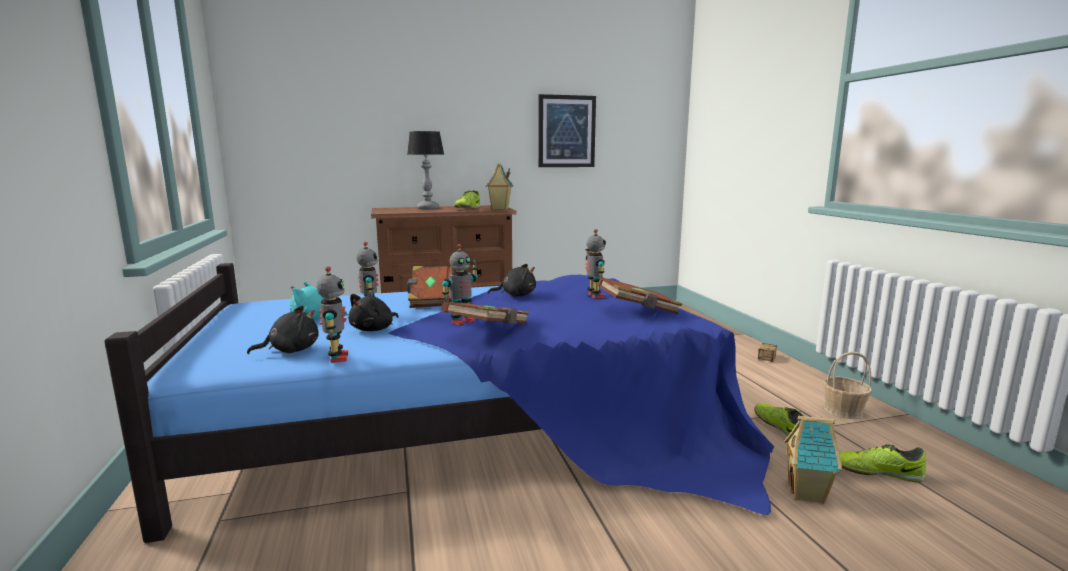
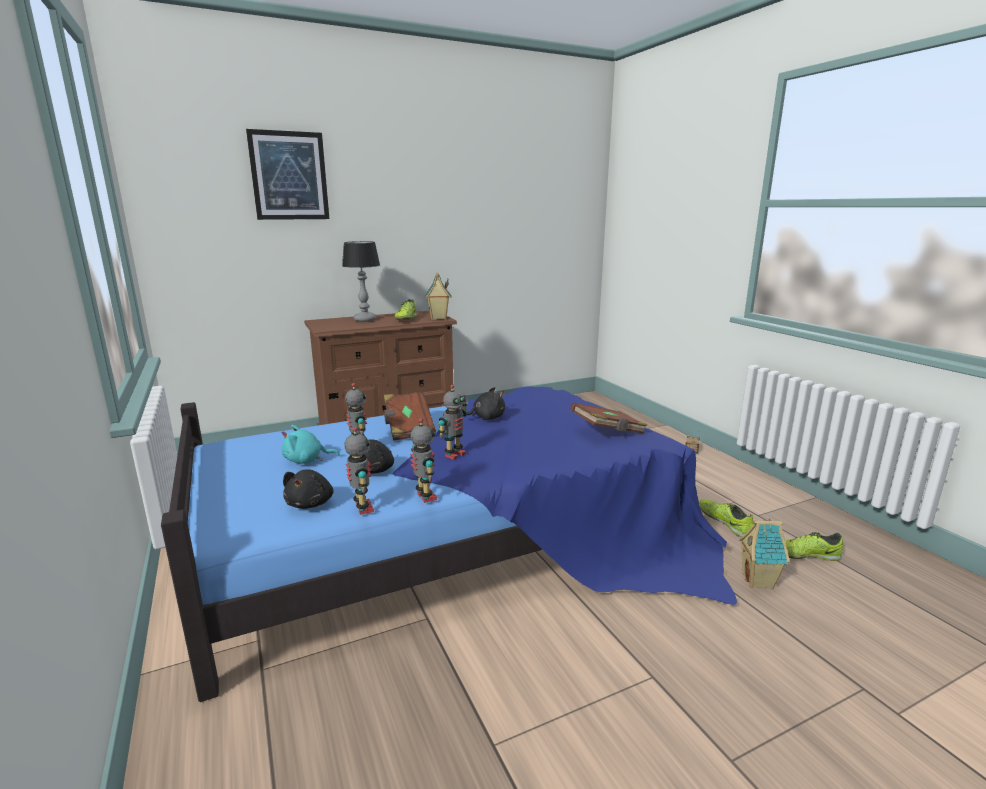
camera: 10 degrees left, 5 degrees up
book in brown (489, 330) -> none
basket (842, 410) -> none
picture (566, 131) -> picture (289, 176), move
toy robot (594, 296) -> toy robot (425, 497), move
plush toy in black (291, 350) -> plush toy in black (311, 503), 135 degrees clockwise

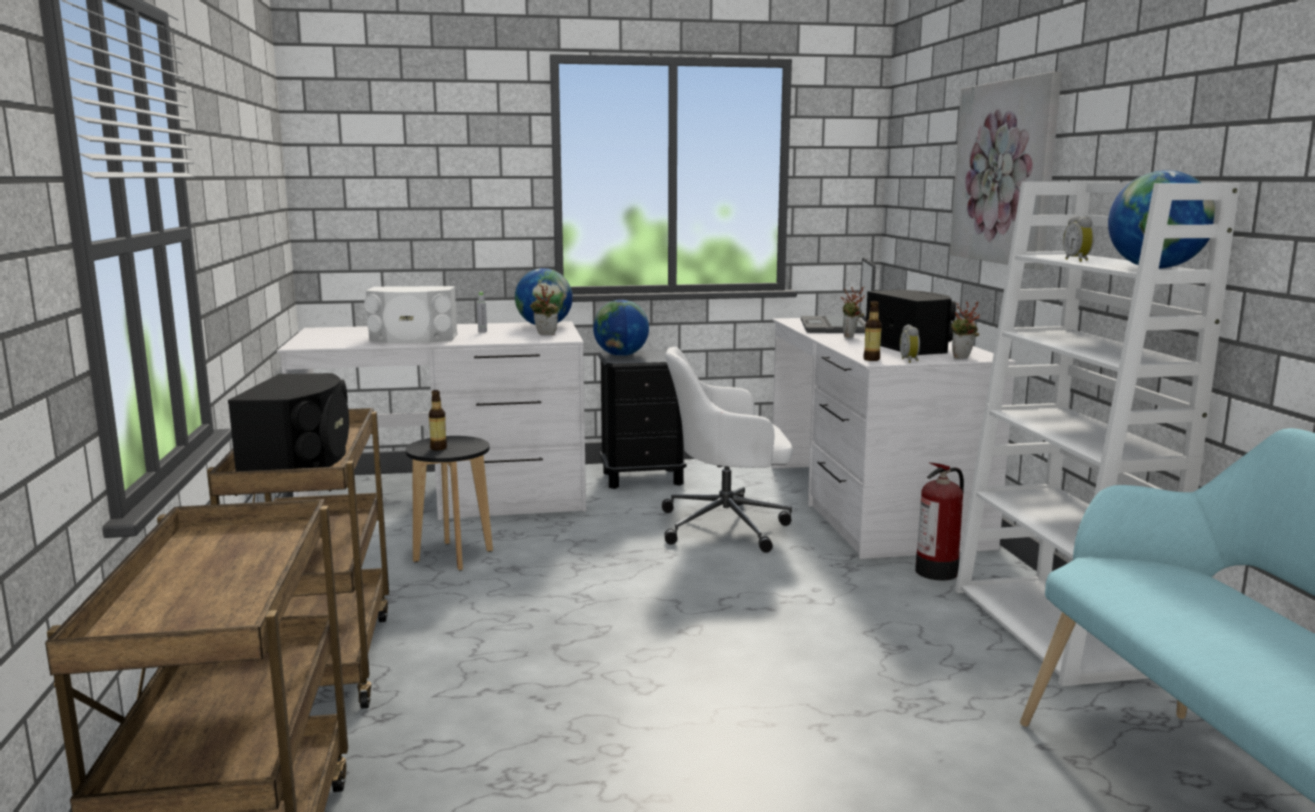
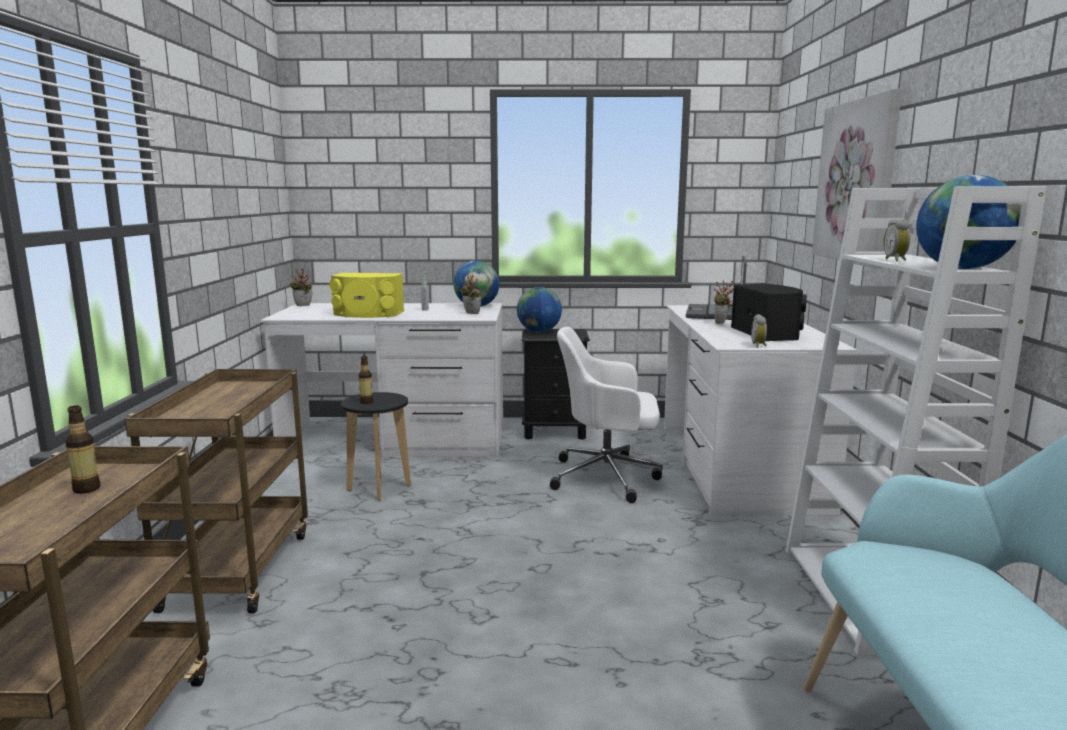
camera: 10 degrees right, 0 degrees up
speaker in black (300, 459) -> none
fire extinguisher (938, 571) -> none
bottle (871, 359) -> bottle (86, 489), move
potted plant (962, 358) -> potted plant (302, 306), move
speaker in white (413, 338) -> speaker in yellow (367, 314)

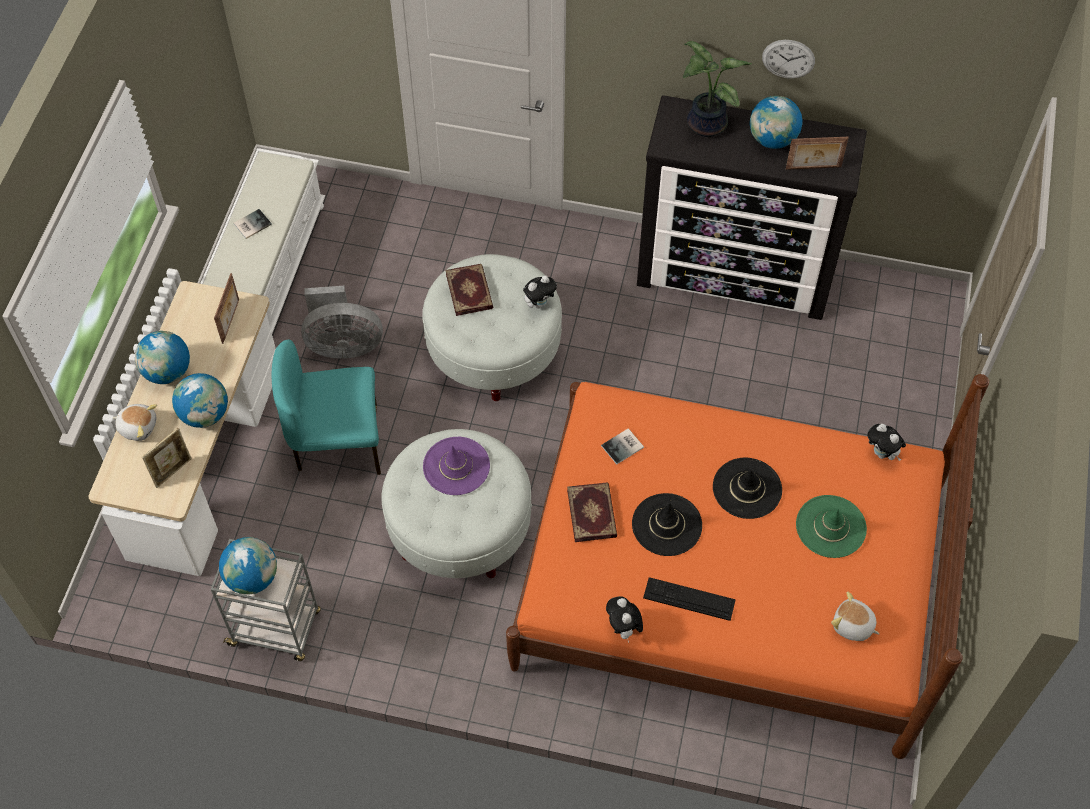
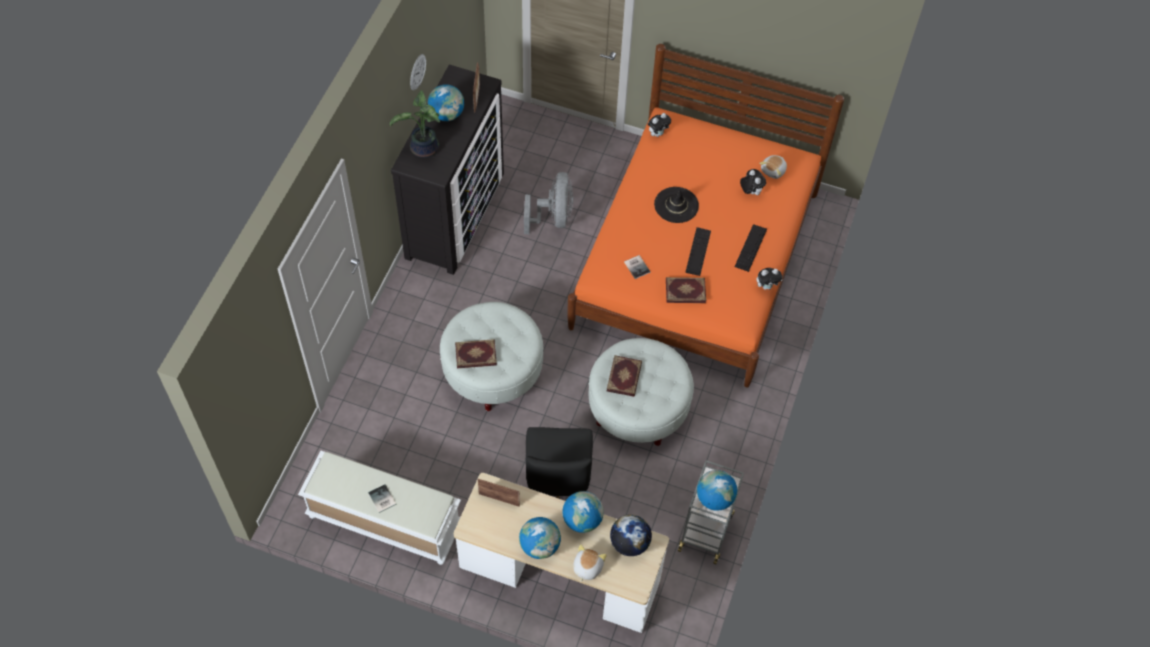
camera: 85 degrees left, 0 degrees up
hat in green (831, 526) -> none
fan in grey (343, 344) -> fan in grey (553, 218), move
plush toy (539, 303) -> plush toy (750, 191), move
picture frame (172, 471) -> globe (629, 543)
hat in purple (456, 466) -> book (624, 377)
hat in black (666, 525) -> keyboard (698, 251)
chair in turquoise (337, 442) -> chair in black (557, 481)

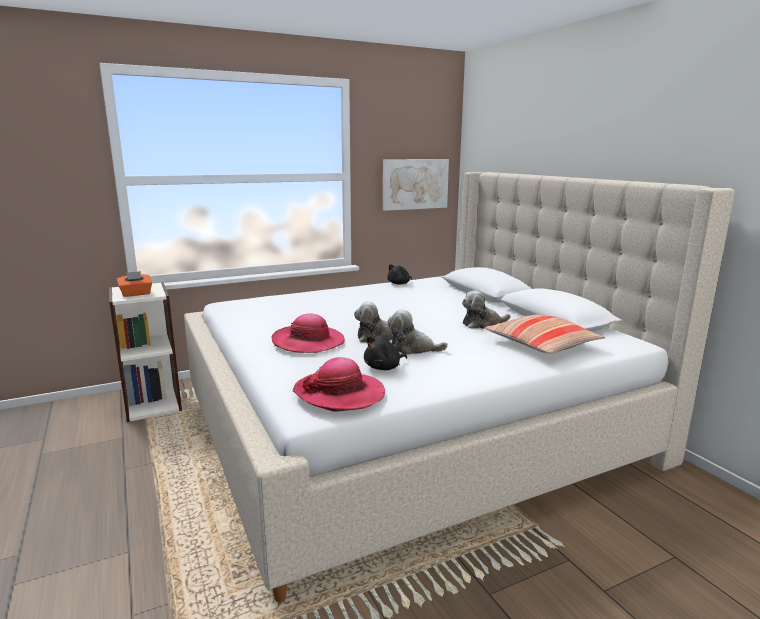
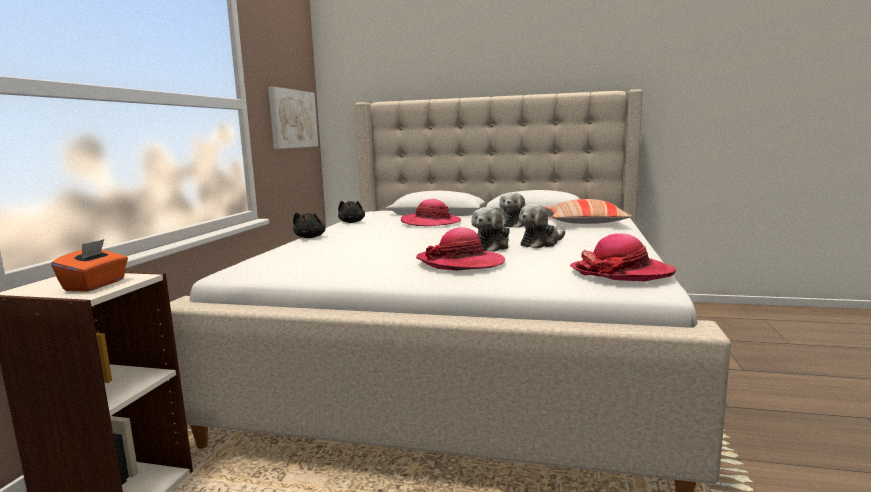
camera: 50 degrees left, 5 degrees down
none -> hat (430, 223)
plush toy in black (384, 368) -> plush toy in black (310, 237), move

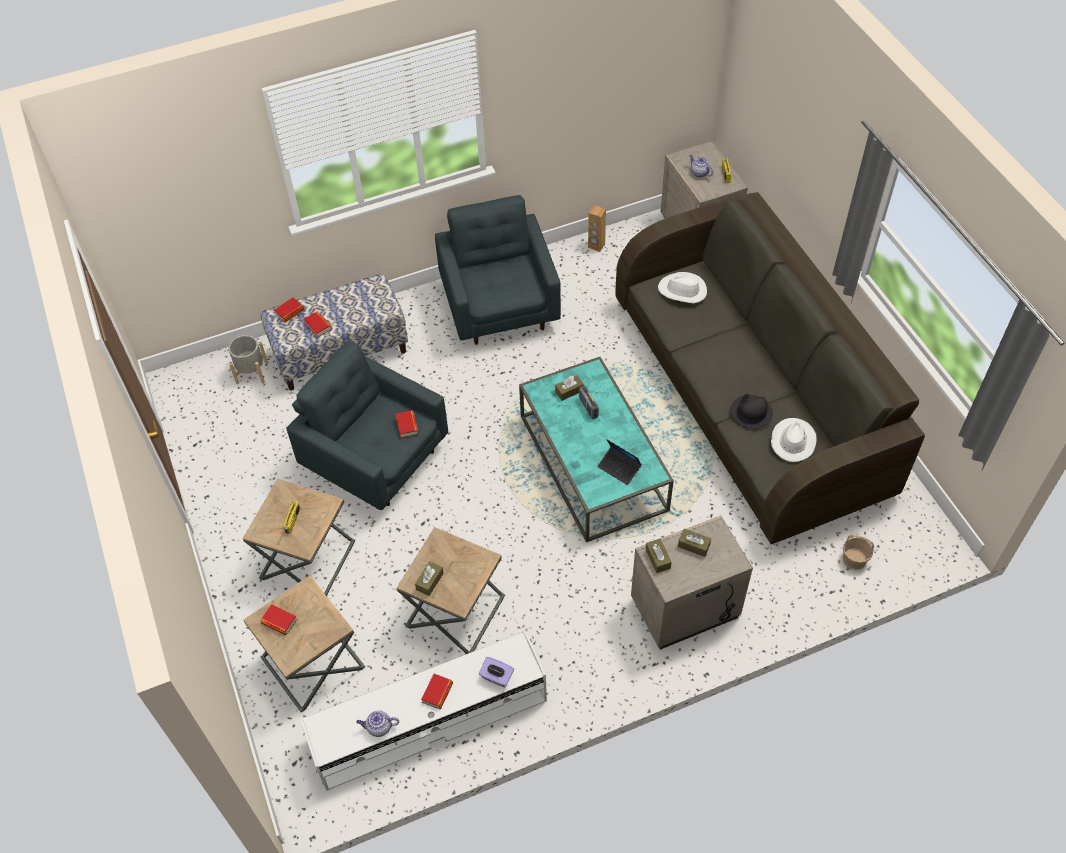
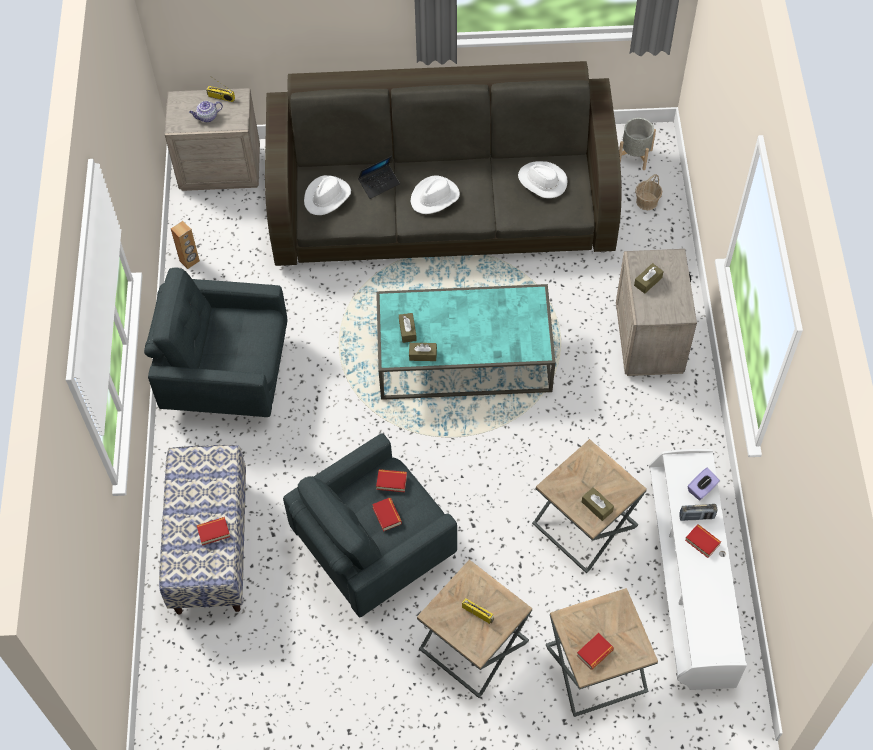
camera: 70 degrees left, 5 degrees up
teapot (379, 727) -> none
hat in black (751, 412) -> none
none -> hat in white (435, 197)
planter in grey (252, 372) -> planter in grey (634, 156), move
book (289, 312) -> book (387, 515), move
radio (588, 407) -> radio (696, 517), move
laptop (619, 468) -> laptop (379, 184), move
tissue box in brown (657, 558) -> tissue box in brown (423, 355), move

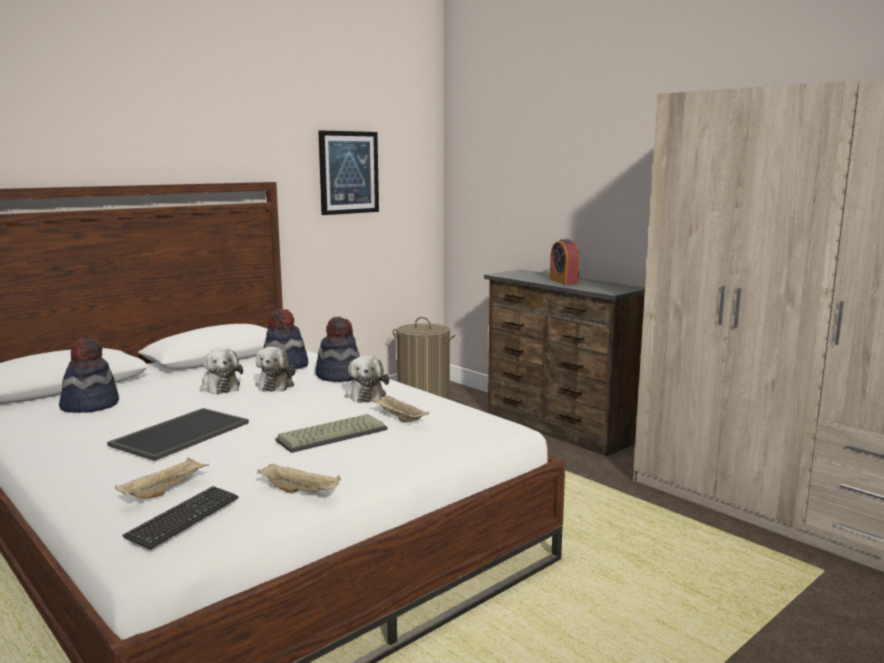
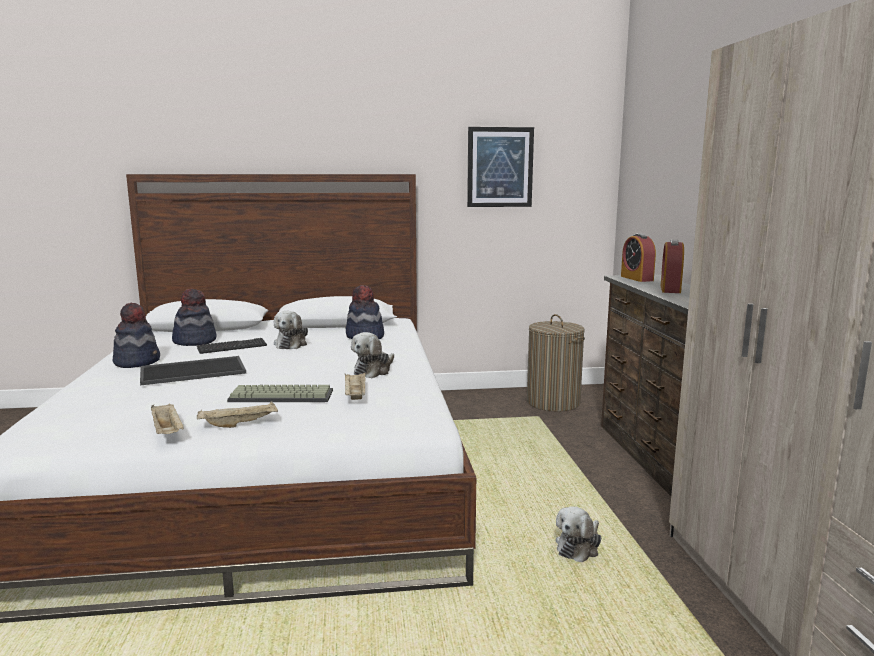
camera: 35 degrees right, 0 degrees up
none -> alarm clock (636, 278)
tray in beige (164, 490) -> tray in beige (240, 424), move
keyboard (184, 518) -> keyboard (232, 347), move
plush toy (276, 384) -> plush toy (578, 547), move
hat (339, 376) -> hat (137, 362), move

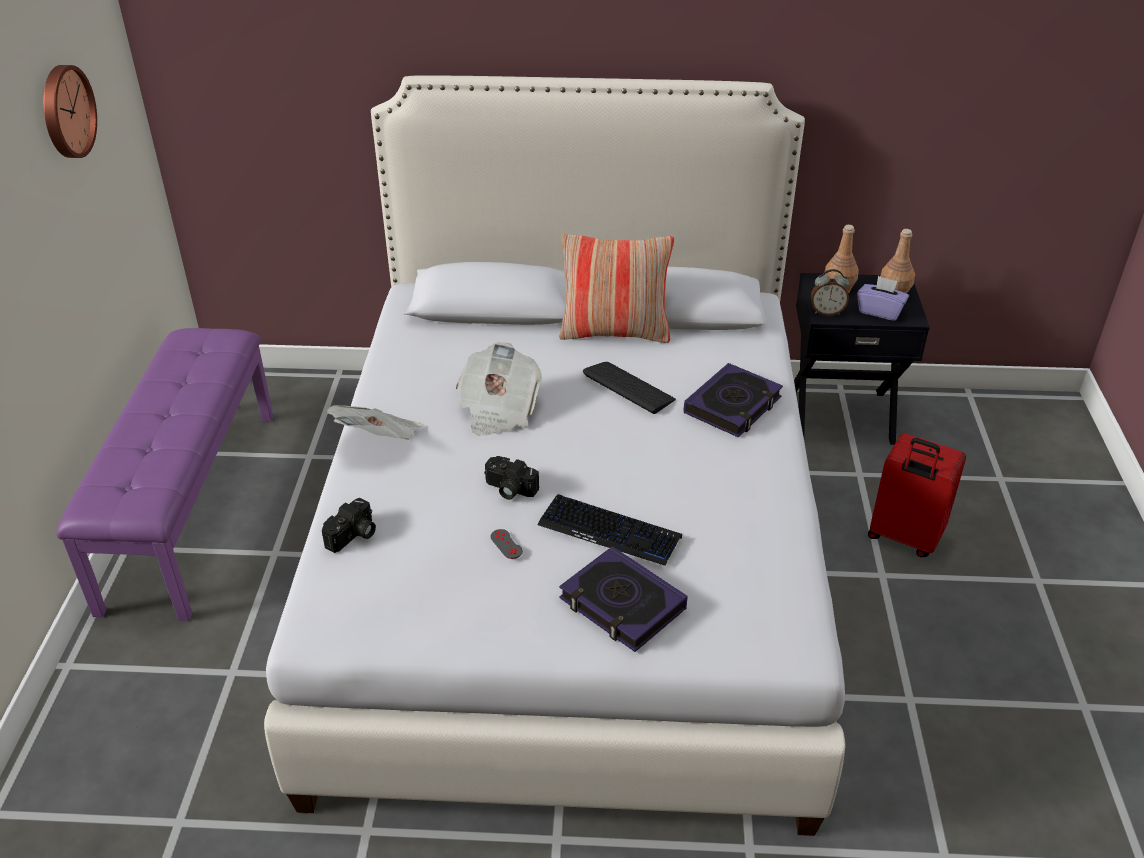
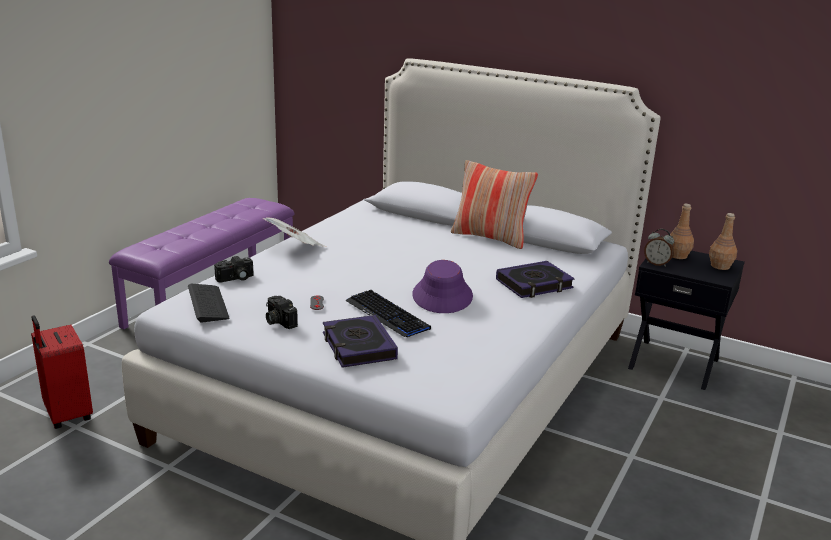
camera: 25 degrees right, 15 degrees down
wall clock (65, 111) -> none
newspaper (498, 409) -> none
tissue box in purple (880, 311) -> none
none -> hat in purple (442, 296)
photo camera (509, 489) -> photo camera (278, 321), move
keyboard (629, 388) -> keyboard (208, 304), move
suitcase in red (903, 538) -> suitcase in red (66, 415), move

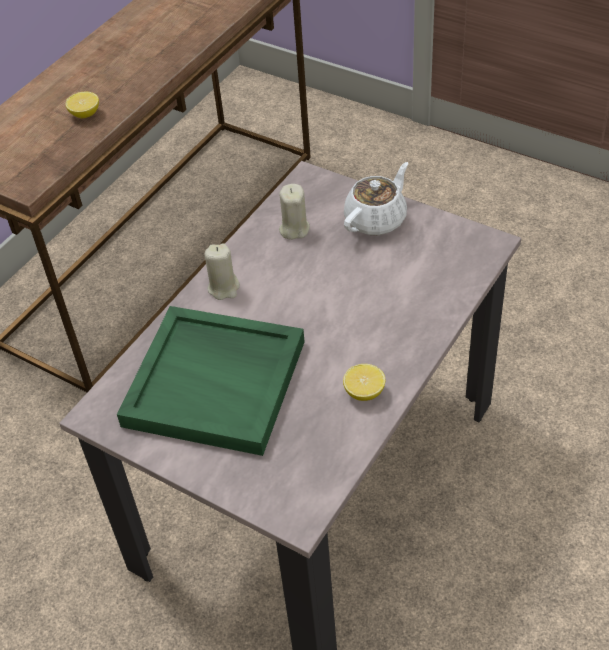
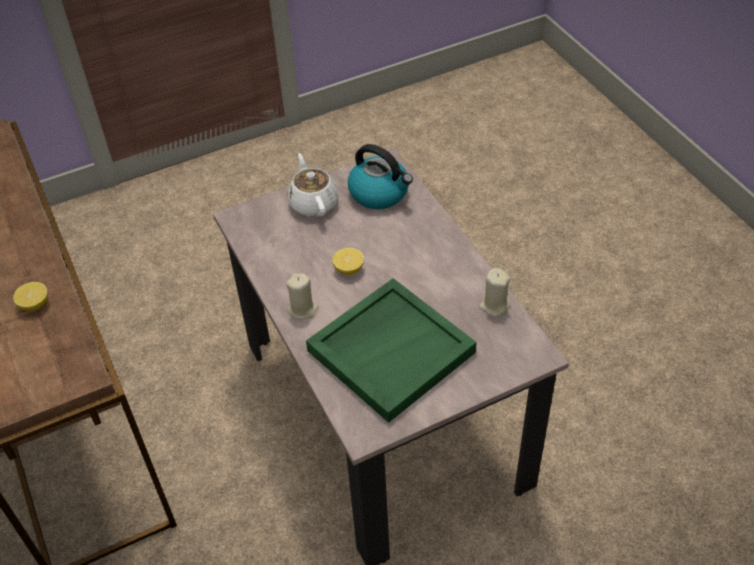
camera: 60 degrees left, 0 degrees up
none -> kettle (380, 193)
candle in beige (294, 229) -> candle in beige (494, 306), move
lemon (364, 392) -> lemon (349, 269), move

